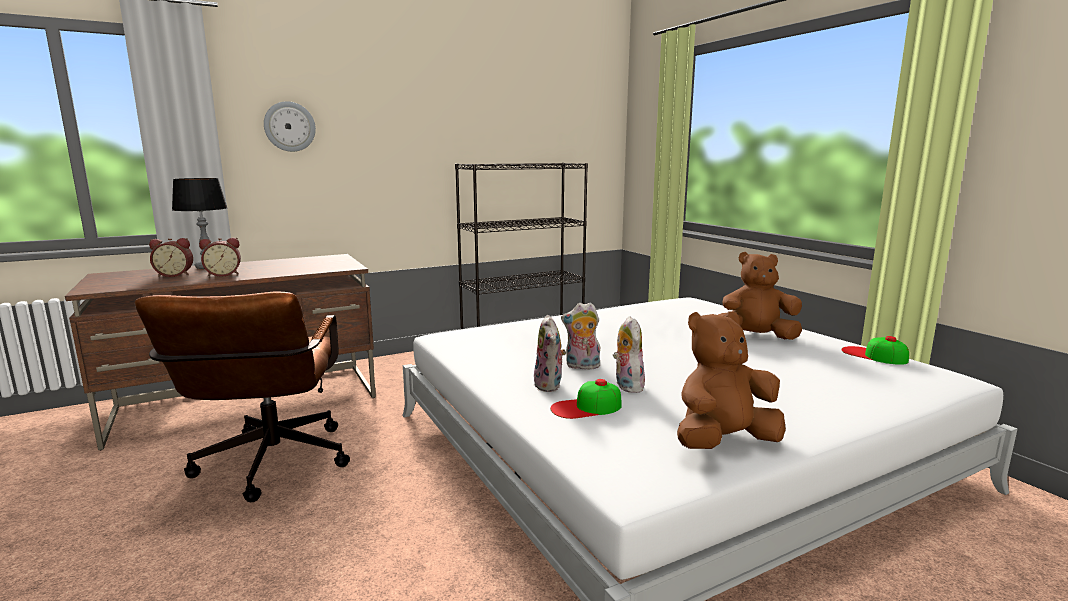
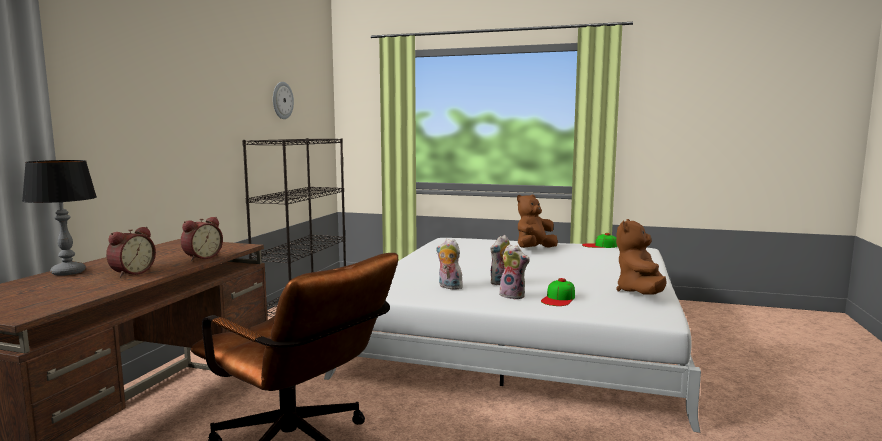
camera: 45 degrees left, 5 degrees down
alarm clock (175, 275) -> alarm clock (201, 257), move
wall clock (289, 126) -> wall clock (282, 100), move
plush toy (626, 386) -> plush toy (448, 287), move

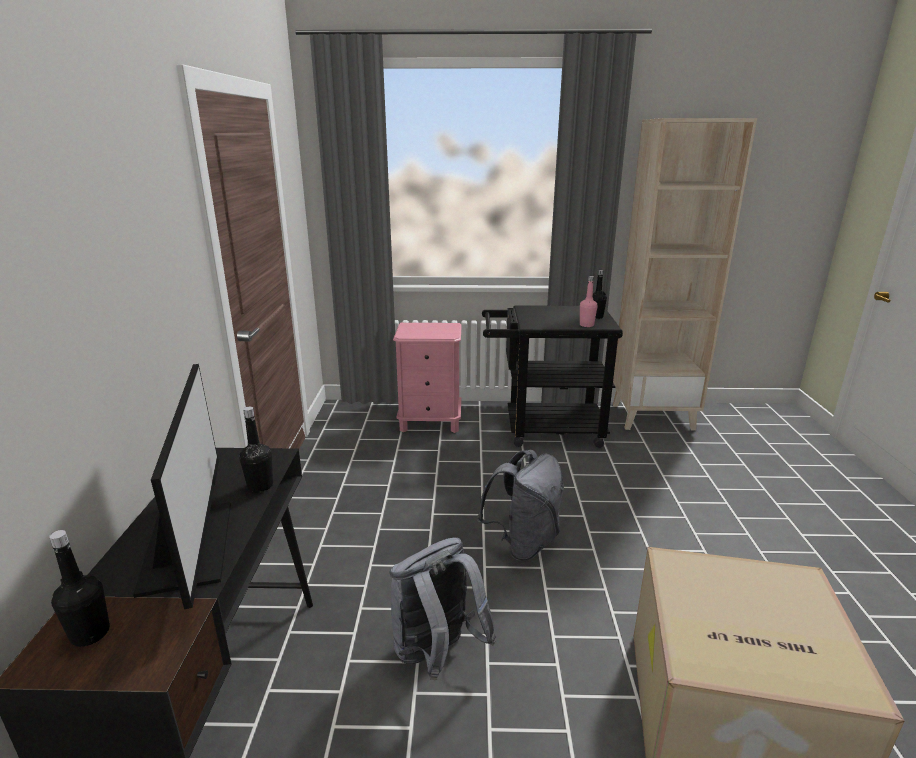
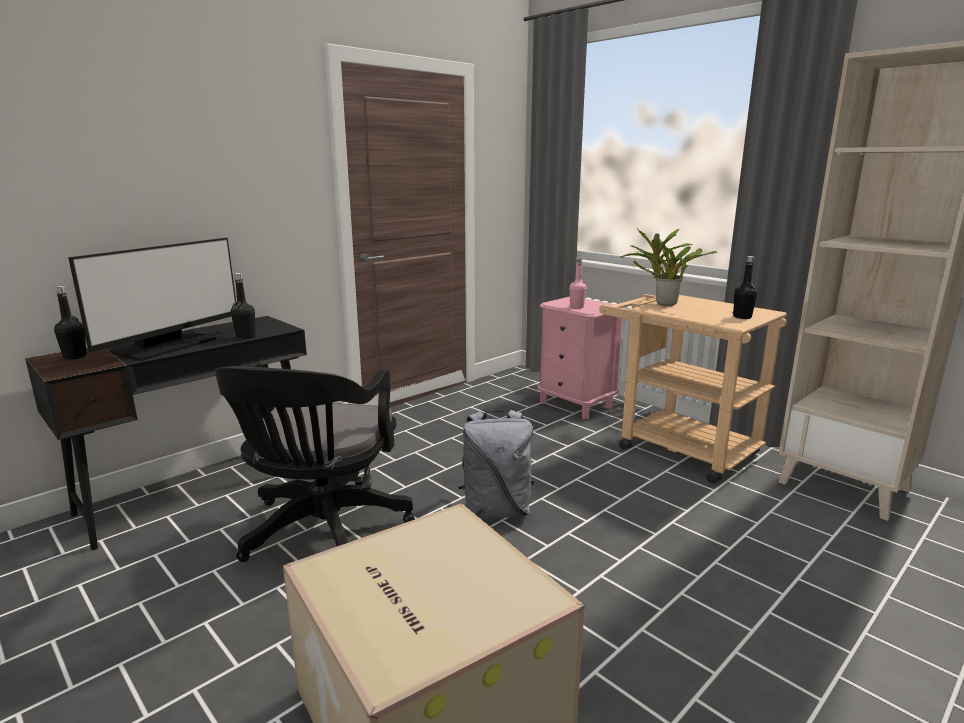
camera: 45 degrees right, 5 degrees down
none -> potted plant (663, 303)
bottle in pink (586, 325) -> bottle in pink (576, 307), move
backpack in grey (436, 654) -> office chair in black (322, 533)
cart in black (544, 429) -> cart in beige (676, 447)

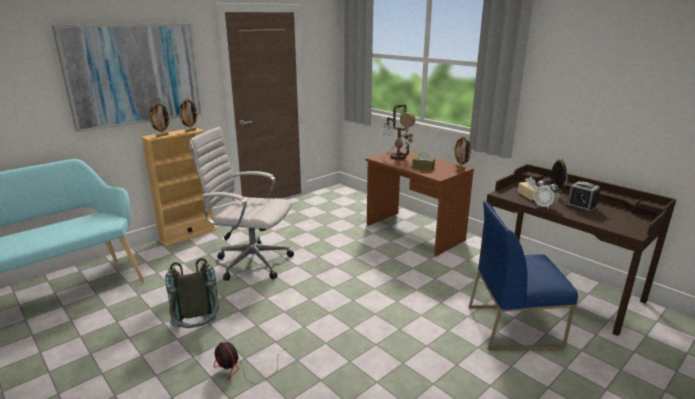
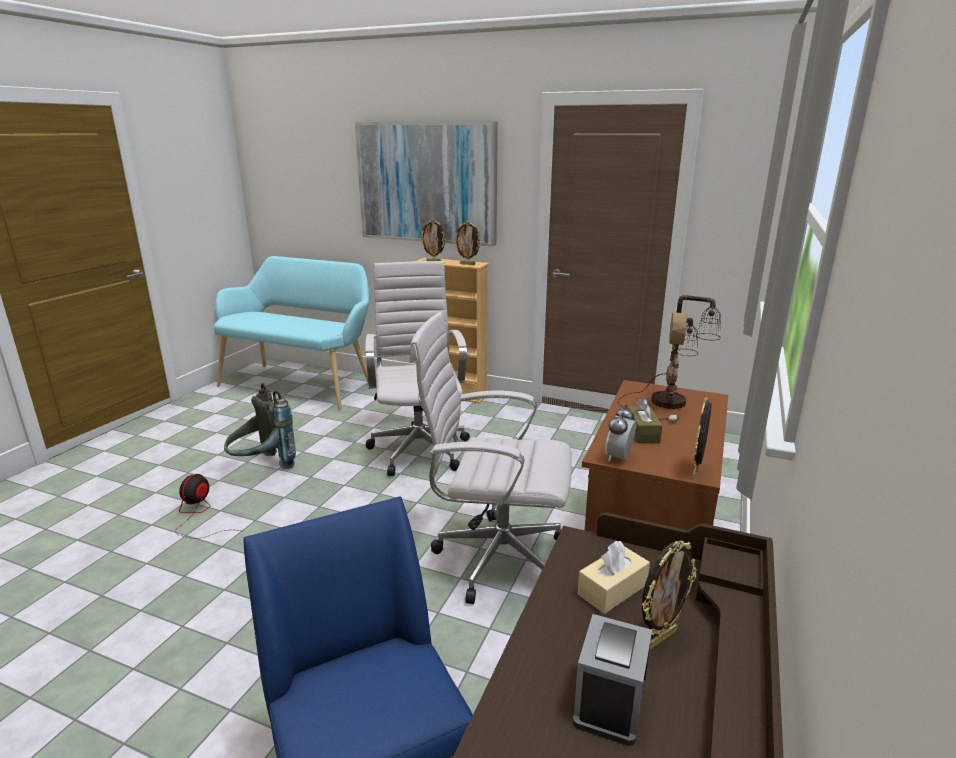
camera: 65 degrees right, 0 degrees up
none -> office chair in white (494, 558)
alarm clock (544, 206) -> alarm clock (618, 457), move

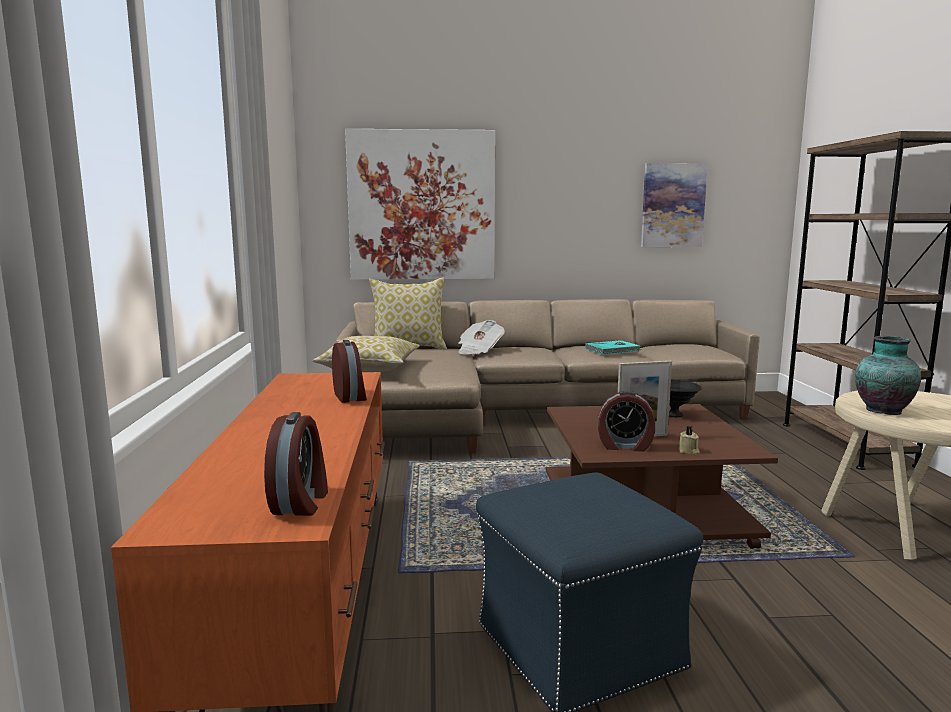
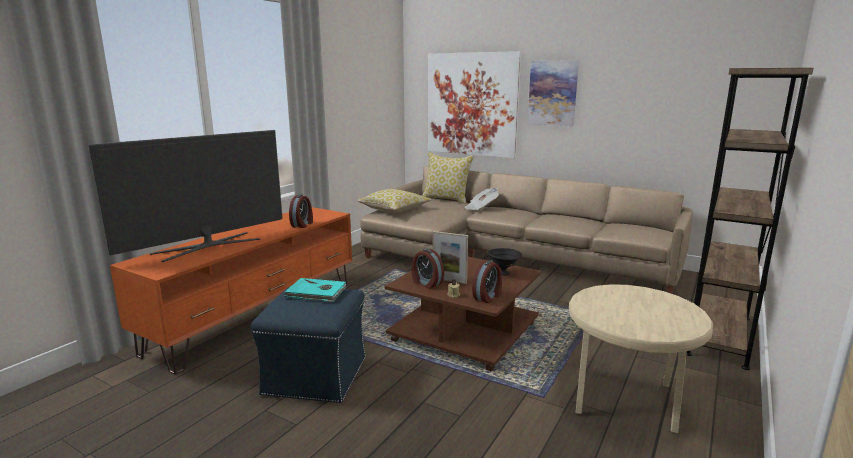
camera: 35 degrees right, 5 degrees up
vase (882, 410) -> none
none -> television (208, 246)
alarm clock (301, 502) -> alarm clock (488, 297), move
book in turquoise (613, 350) -> book in turquoise (316, 293), move
picture (673, 205) -> picture (552, 93), move

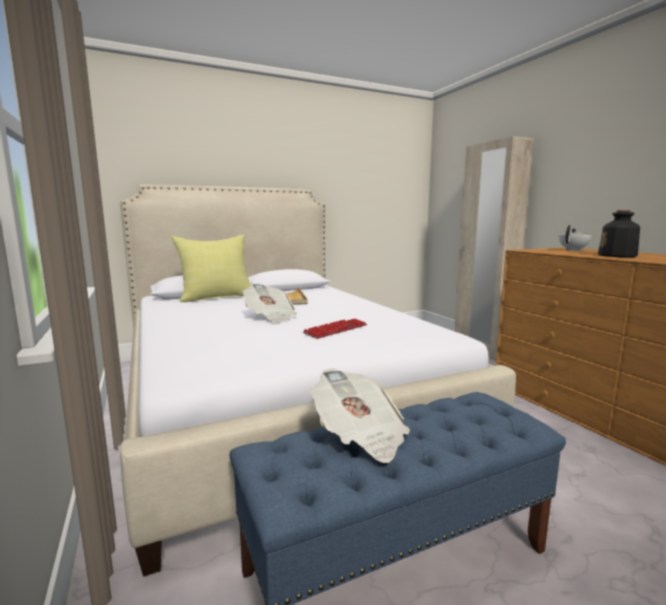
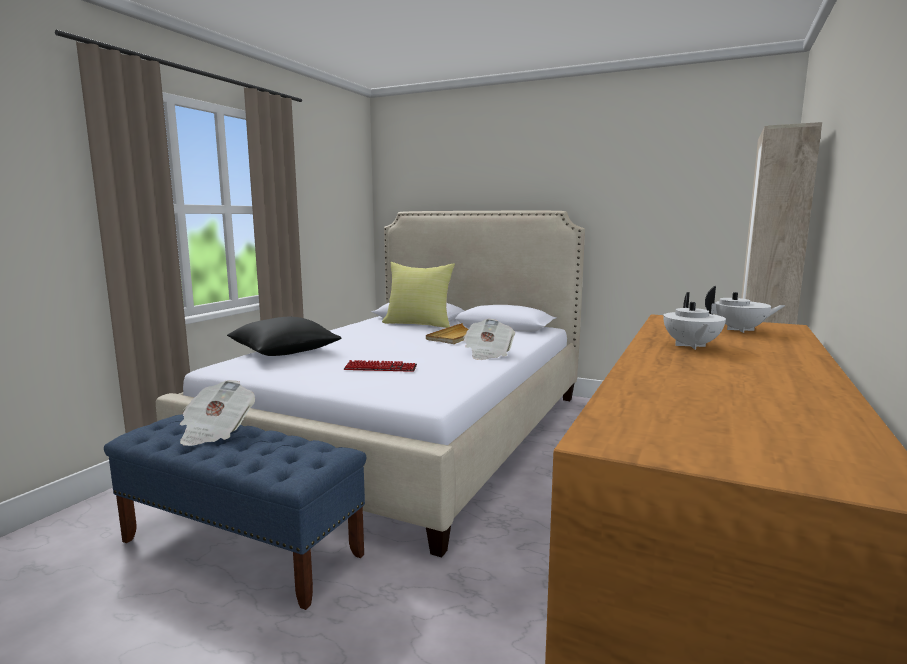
camera: 50 degrees right, 0 degrees up
none -> pillow in black (284, 352)
newspaper (270, 317) -> newspaper (488, 354), move
bottle (617, 256) -> teapot in white (691, 346)

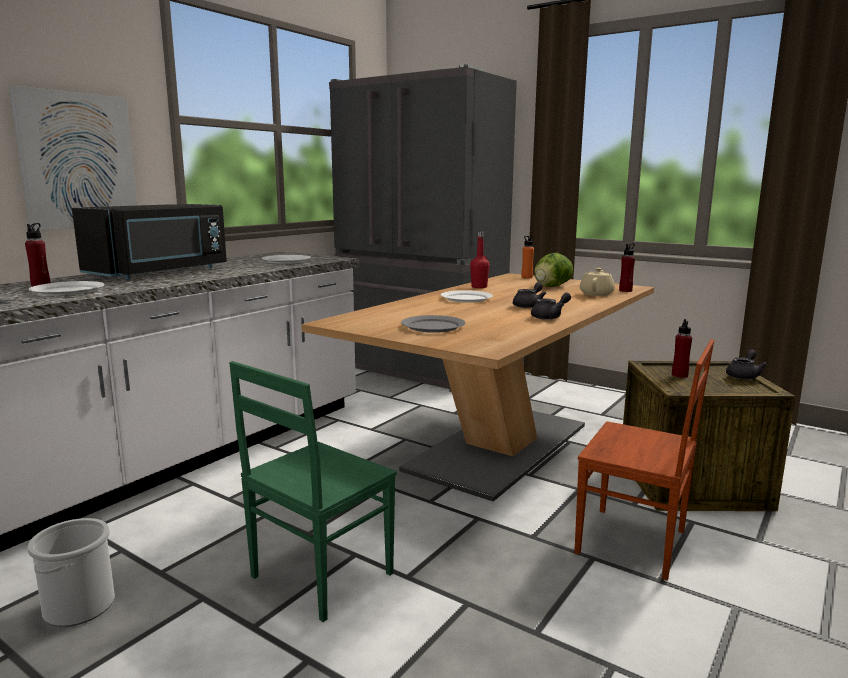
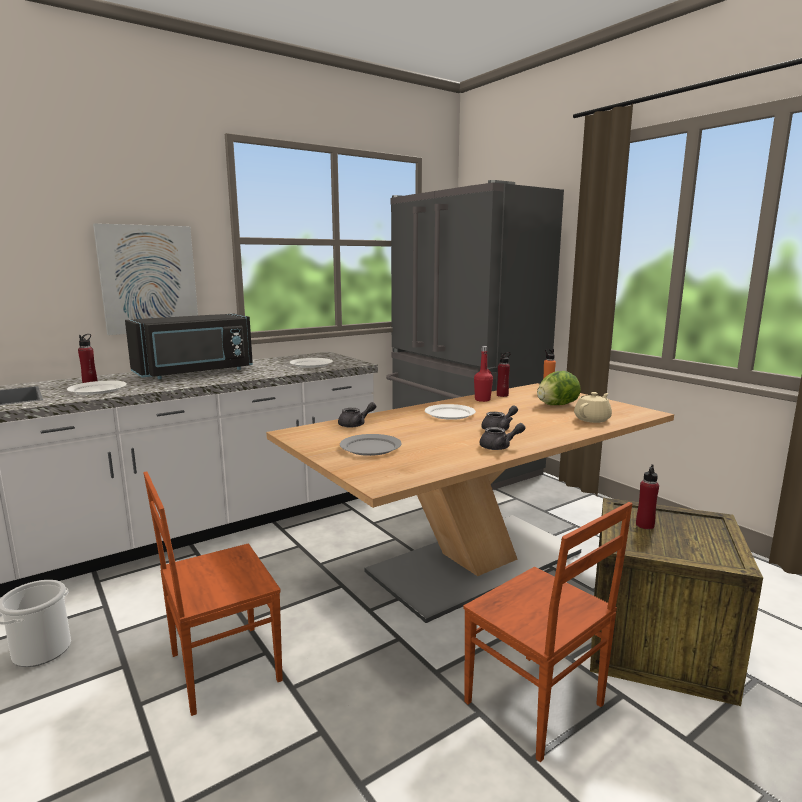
camera: 20 degrees right, 0 degrees up
bottle in red (625, 290) -> bottle in red (502, 395), move
teapot in grey (744, 375) -> teapot in grey (356, 424), move
chair in green (319, 575) -> chair in brown (222, 667)

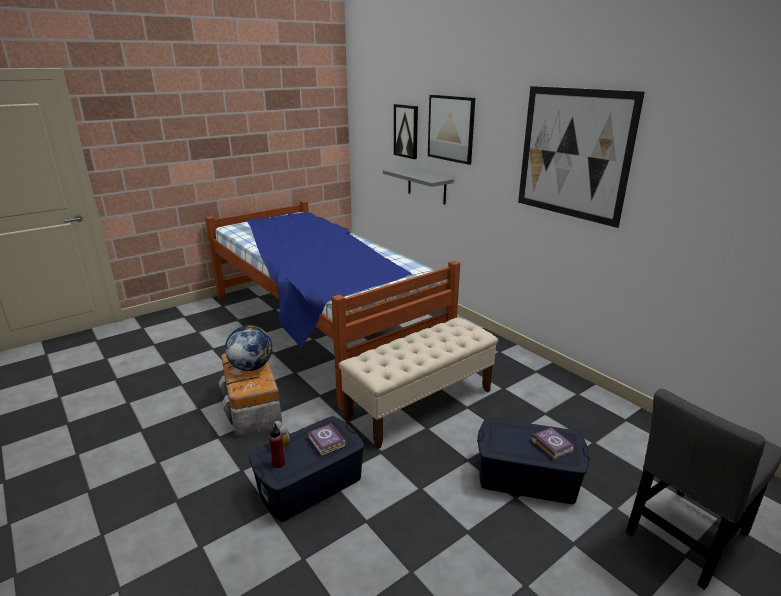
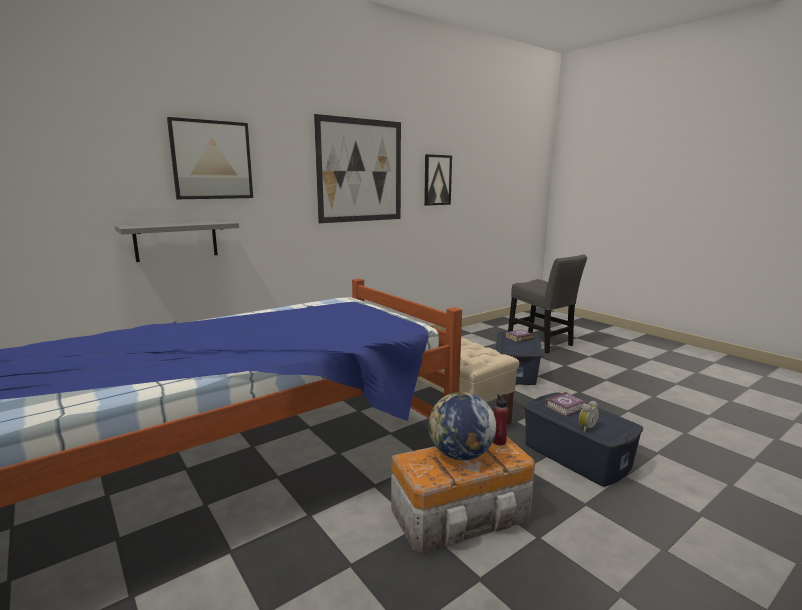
camera: 90 degrees left, 10 degrees down
bottle in red (278, 463) -> bottle in red (499, 441), move
picture (406, 131) -> picture (437, 180), move

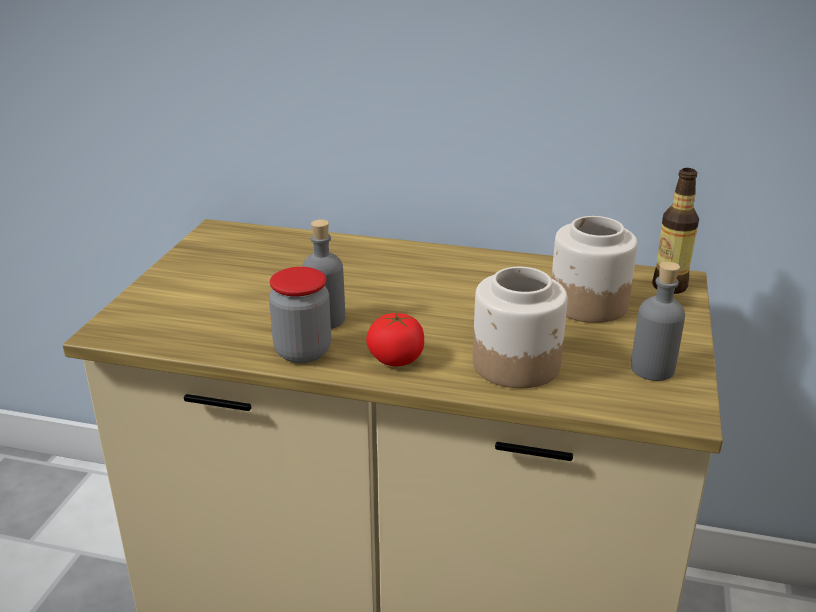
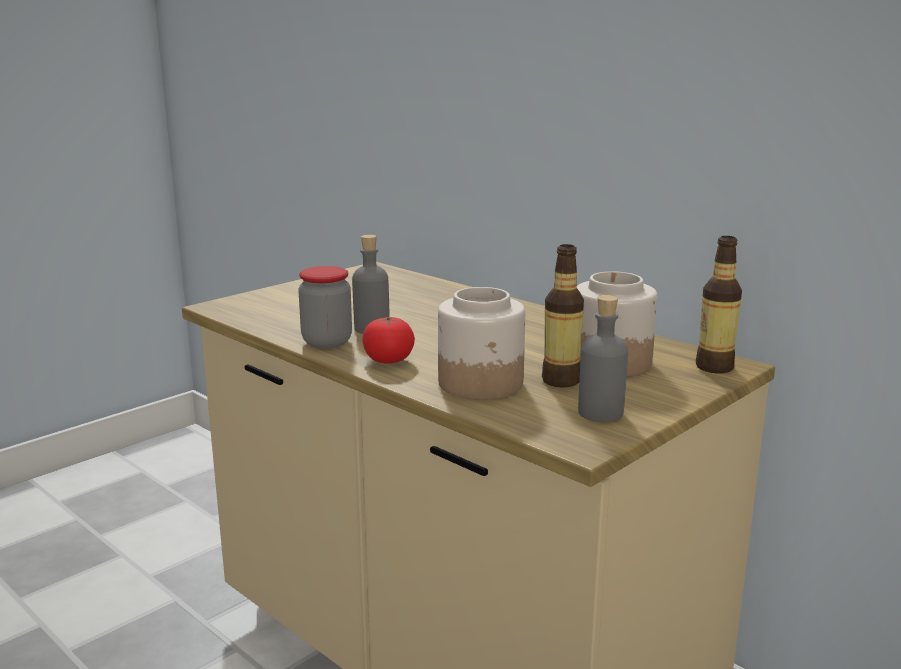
camera: 30 degrees right, 10 degrees down
none -> bottle (561, 380)

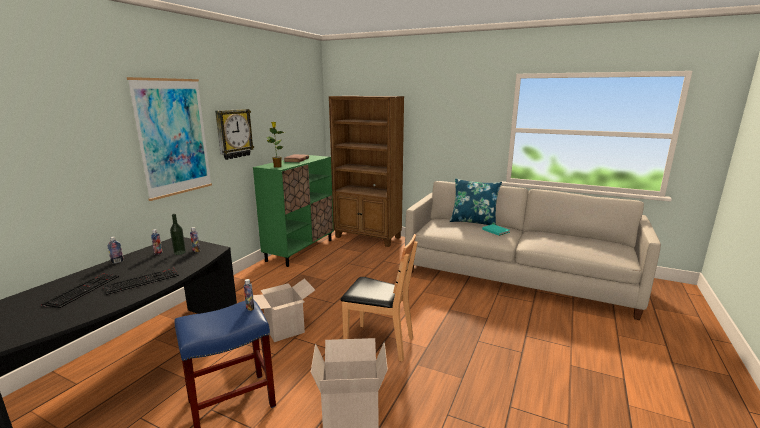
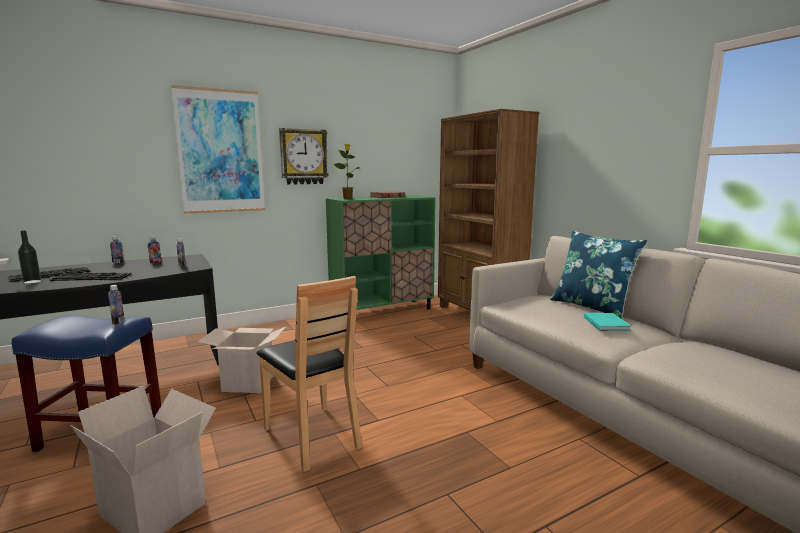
camera: 35 degrees right, 5 degrees down
bottle (180, 252) -> bottle (32, 281), move

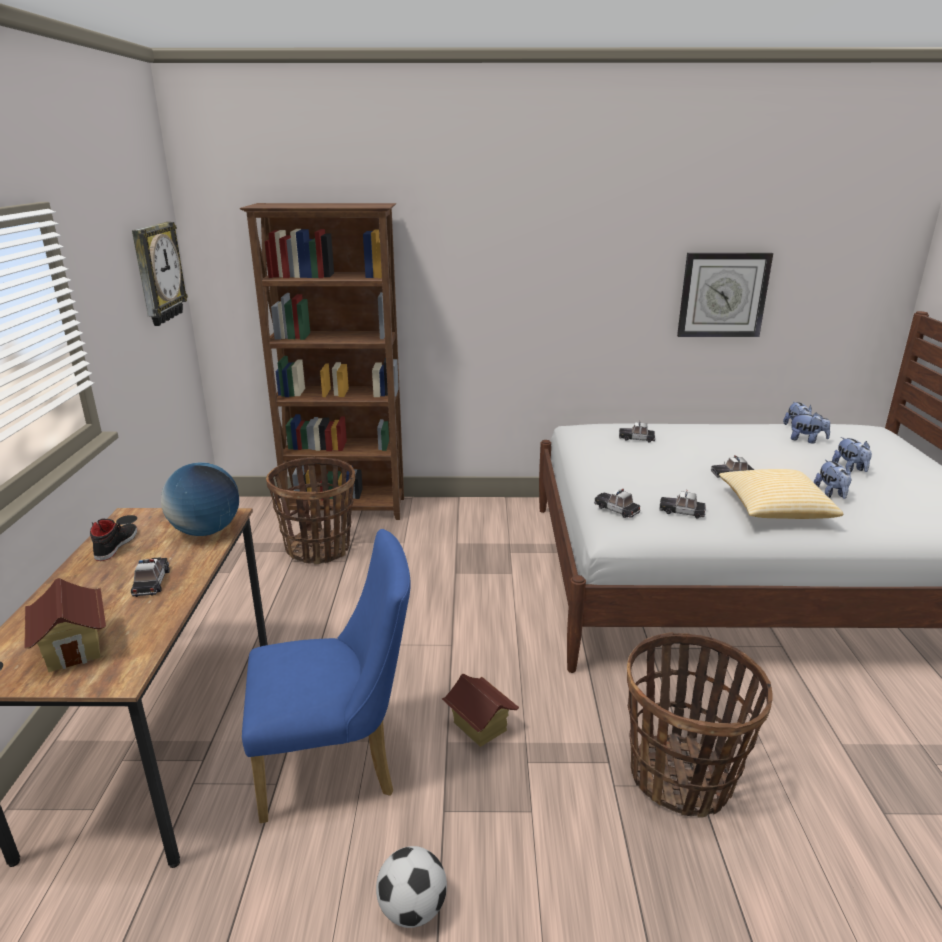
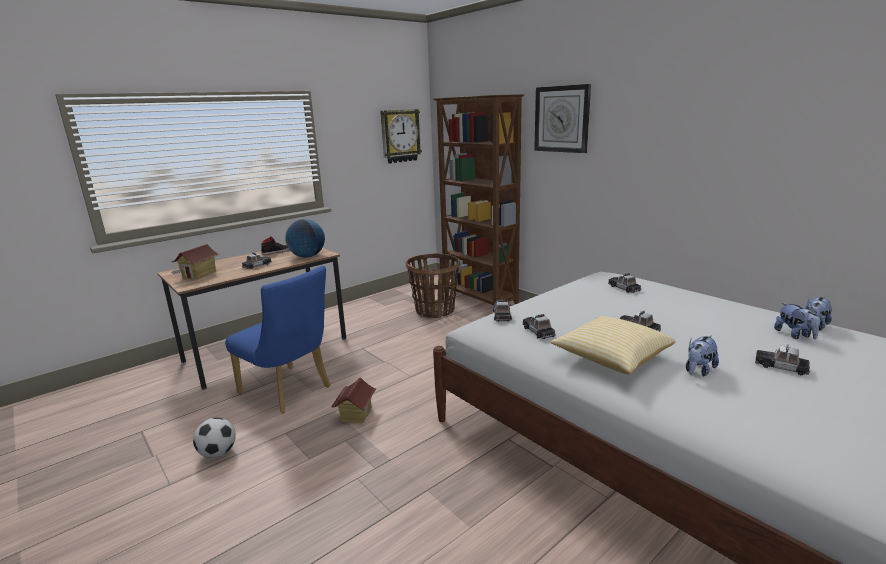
camera: 50 degrees right, 5 degrees down
basket (681, 777) -> none
wall clock (723, 295) -> wall clock (562, 119), move
plush toy (850, 468) -> toy car (781, 366)

